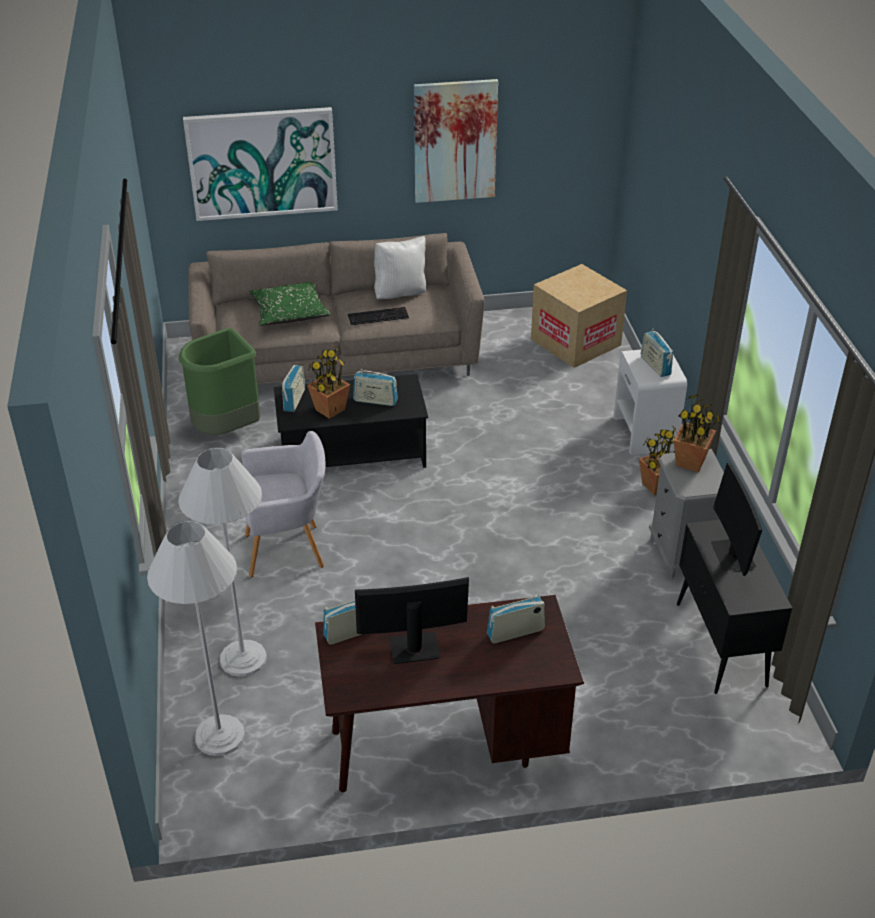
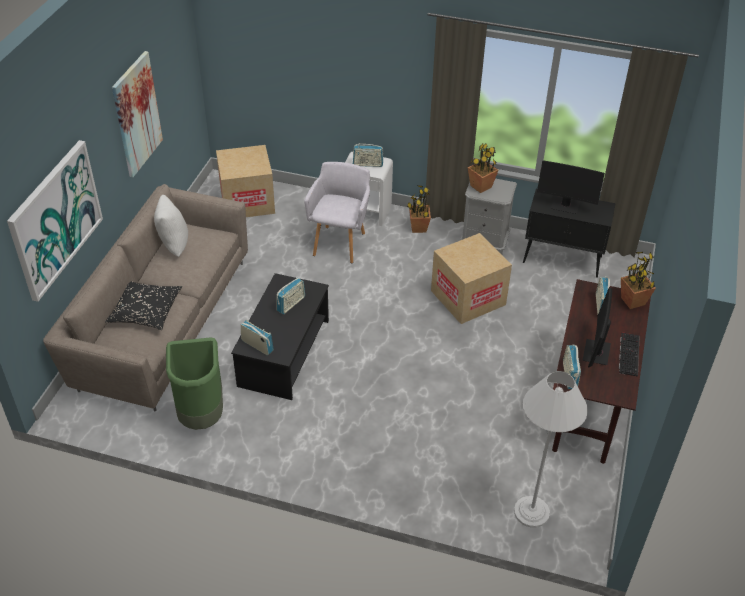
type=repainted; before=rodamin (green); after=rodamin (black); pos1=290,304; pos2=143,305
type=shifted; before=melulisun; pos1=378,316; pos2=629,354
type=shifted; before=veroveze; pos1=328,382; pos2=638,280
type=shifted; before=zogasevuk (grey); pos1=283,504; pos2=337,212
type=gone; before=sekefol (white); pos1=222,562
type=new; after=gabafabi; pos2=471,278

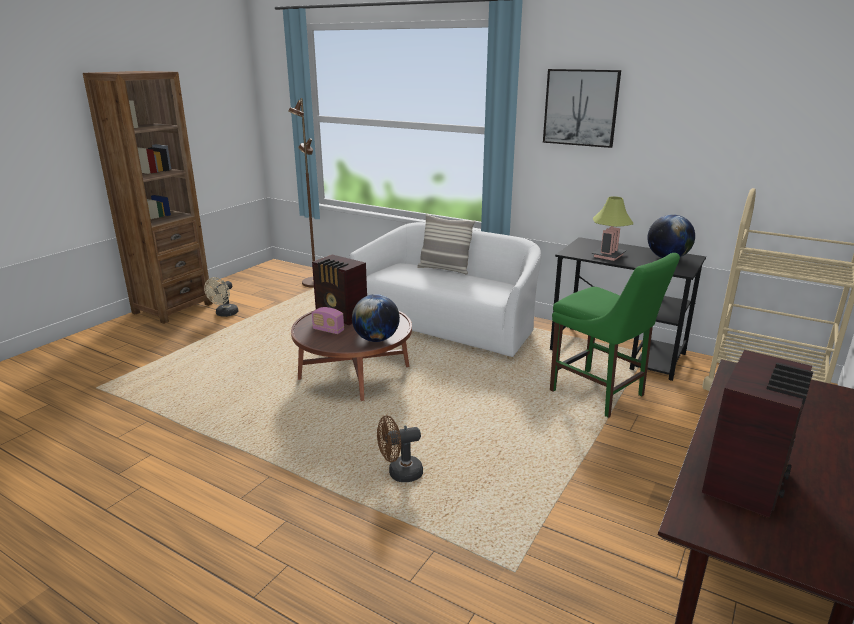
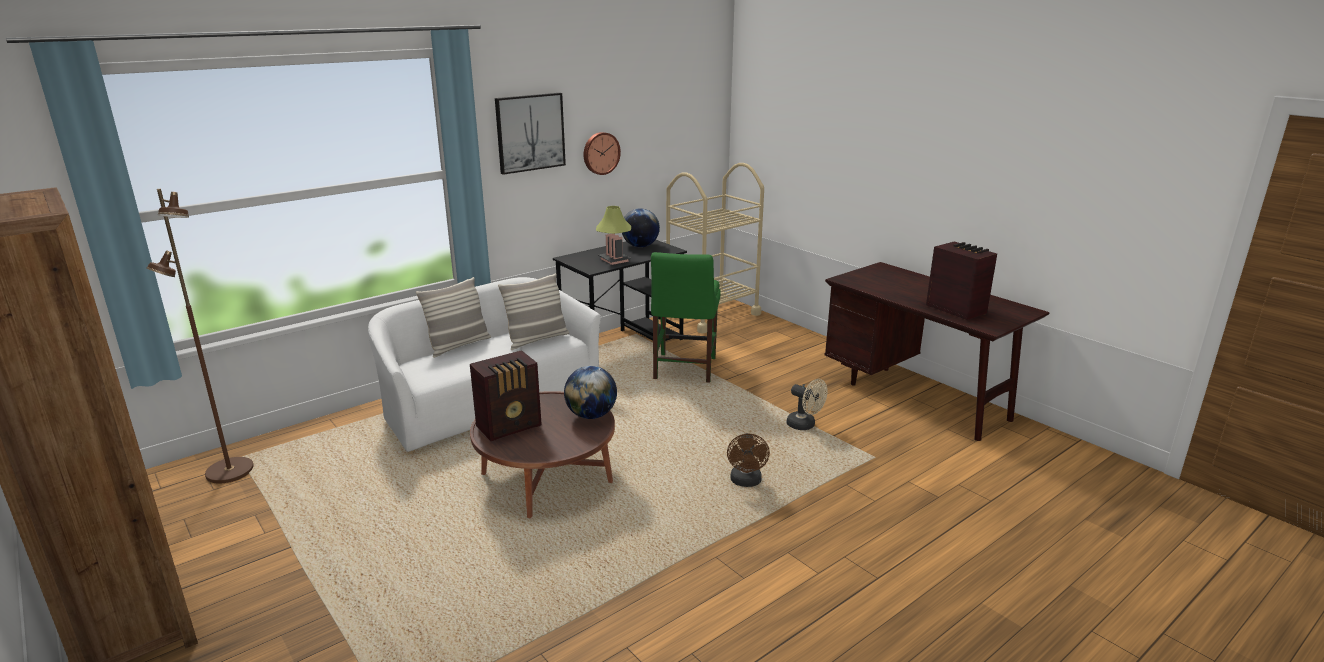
type=rotated; before=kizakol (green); pos1=615,335; pos2=686,317; turn=120
type=shifted; before=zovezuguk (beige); pos1=221,297; pos2=807,404
type=gone; before=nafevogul; pos1=328,320
type=new; after=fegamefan; pos2=602,153
type=new; after=rodamin; pos2=533,311

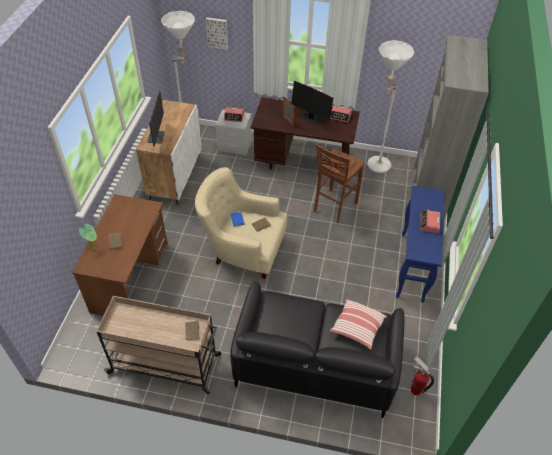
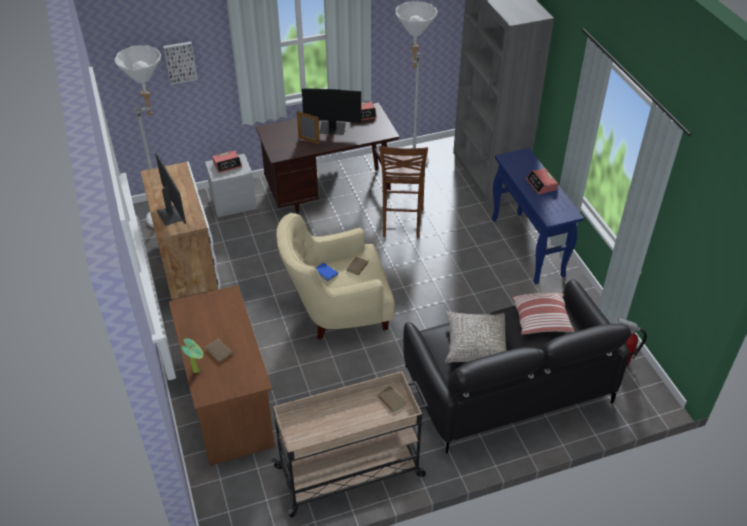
type=new; after=rodamin (grey); pos2=476,337

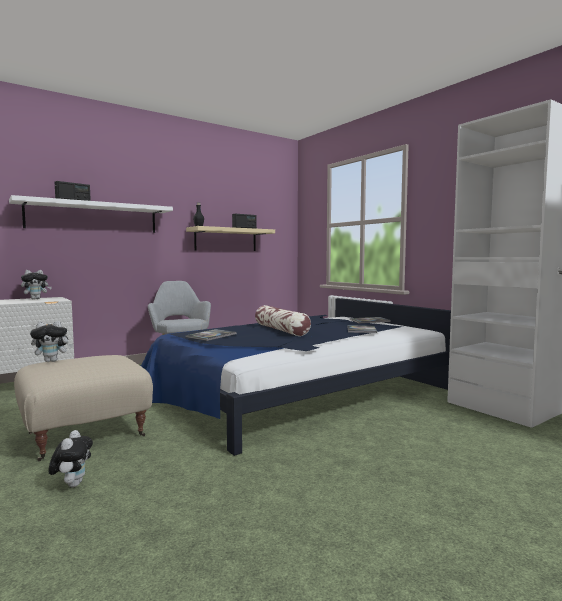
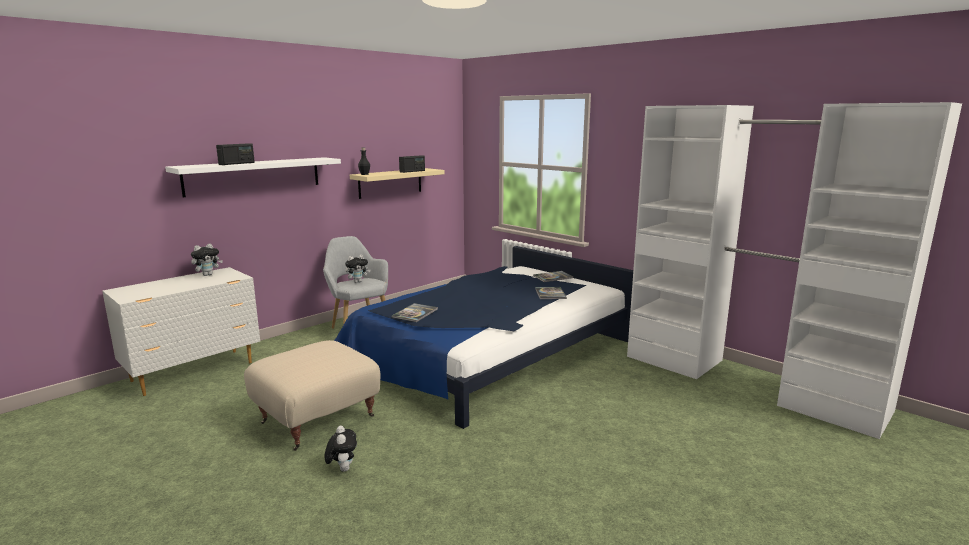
type=gone; before=rodamin; pos1=283,320
type=shifted; before=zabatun; pos1=51,341; pos2=357,269

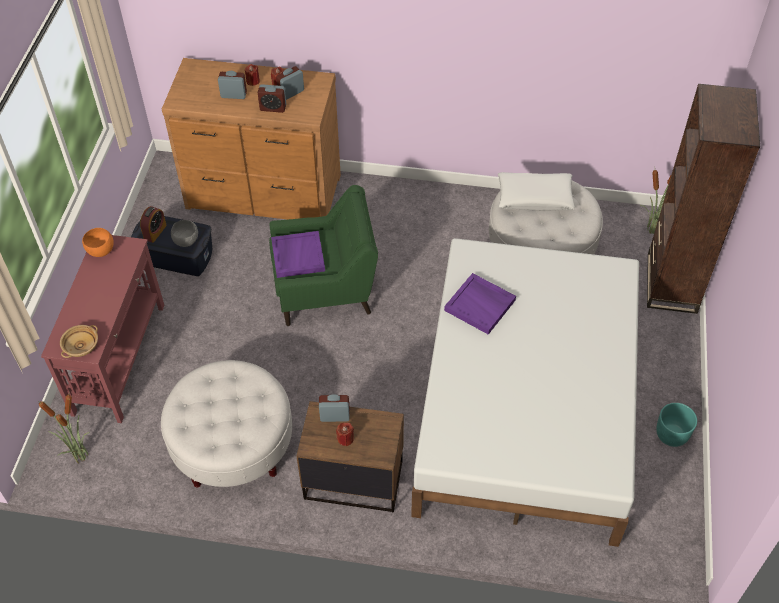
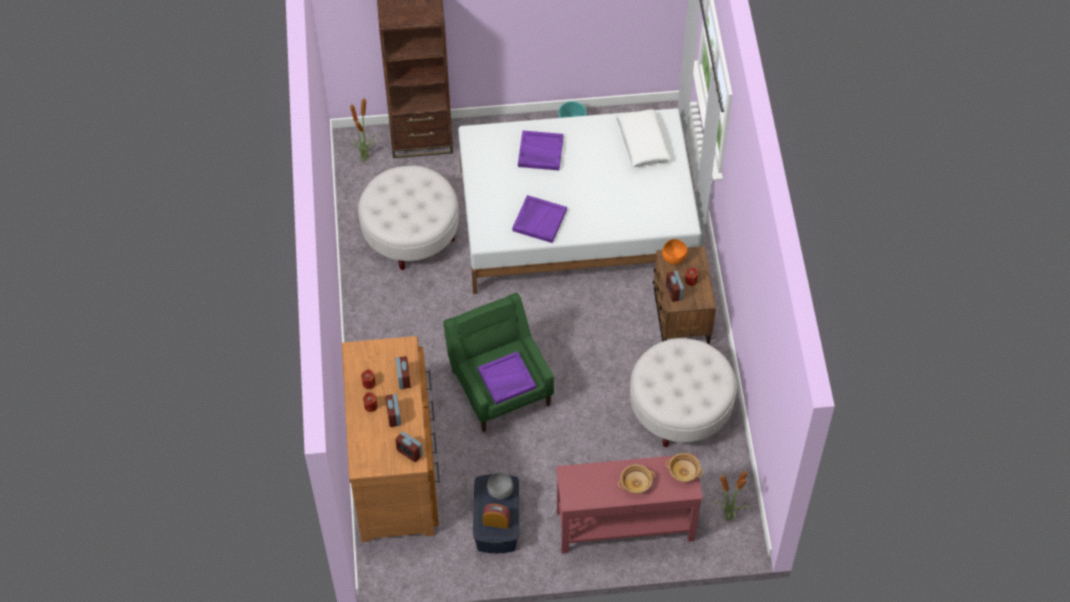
type=shifted; before=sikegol; pos1=290,83; pos2=409,447
type=shifted; before=rodamin (white); pos1=536,191; pos2=643,138
type=shifted; before=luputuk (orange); pos1=98,242; pos2=675,251
type=new; after=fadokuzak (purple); pos2=541,150
type=new; after=luputuk (beige); pos2=636,479

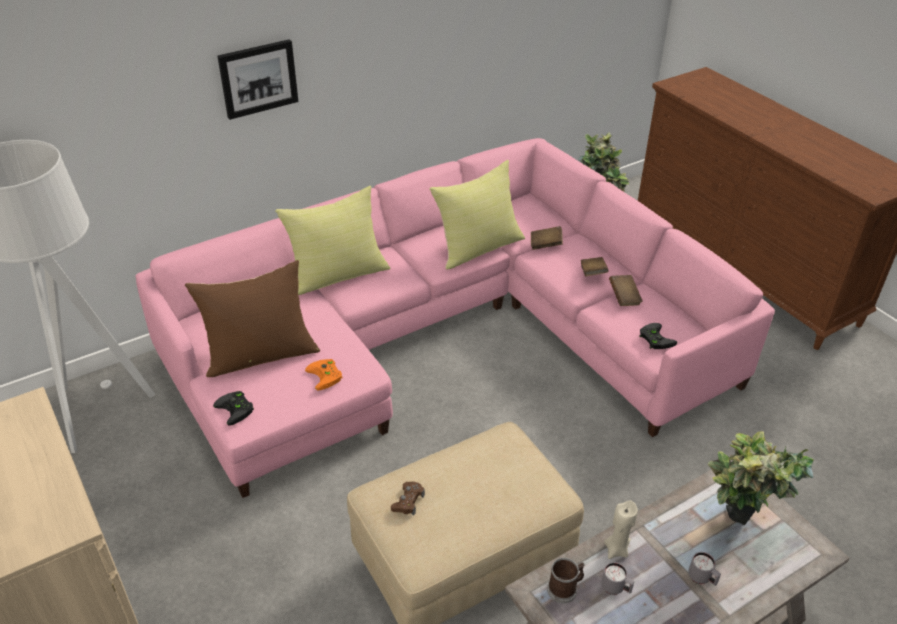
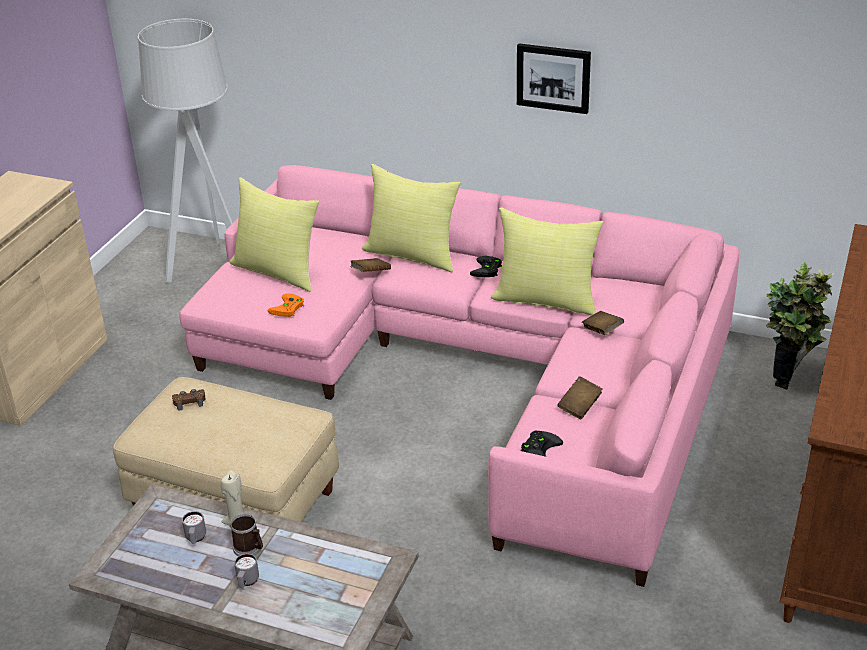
type=shifted; before=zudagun; pos1=257,79; pos2=554,78
type=shifted; before=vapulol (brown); pos1=594,266; pos2=370,265
type=repainted; before=rodamin (brown); after=rodamin (yellow); pos1=252,318; pos2=274,234
type=shifted; before=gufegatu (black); pos1=233,408; pos2=486,266
type=gone; before=veroveze; pos1=761,478
type=shifted; before=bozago; pos1=566,580; pos2=246,535

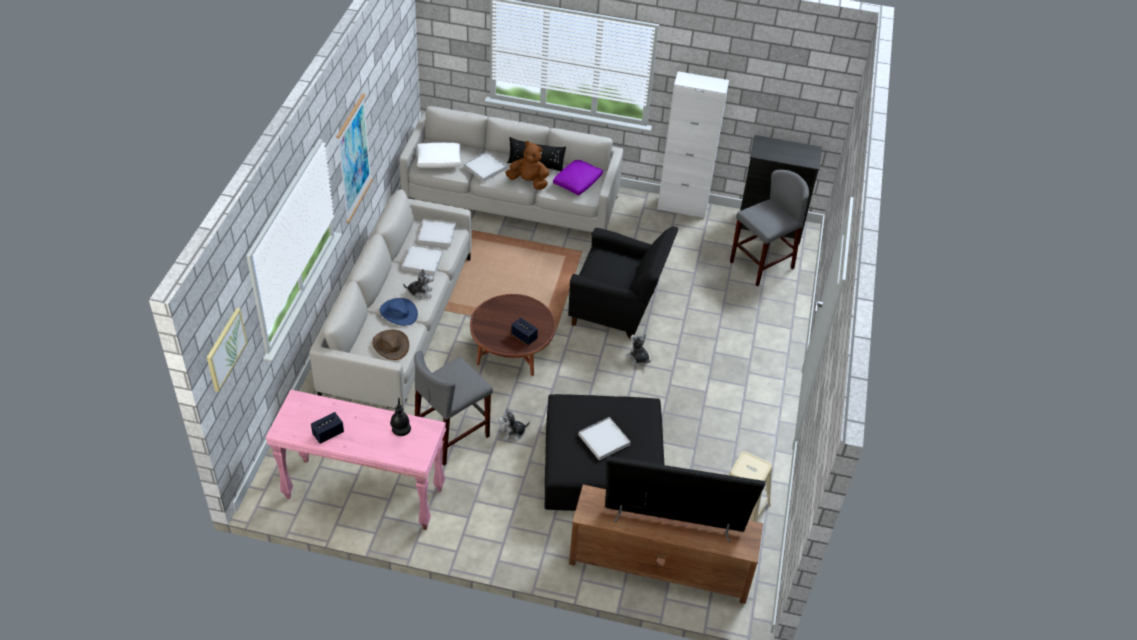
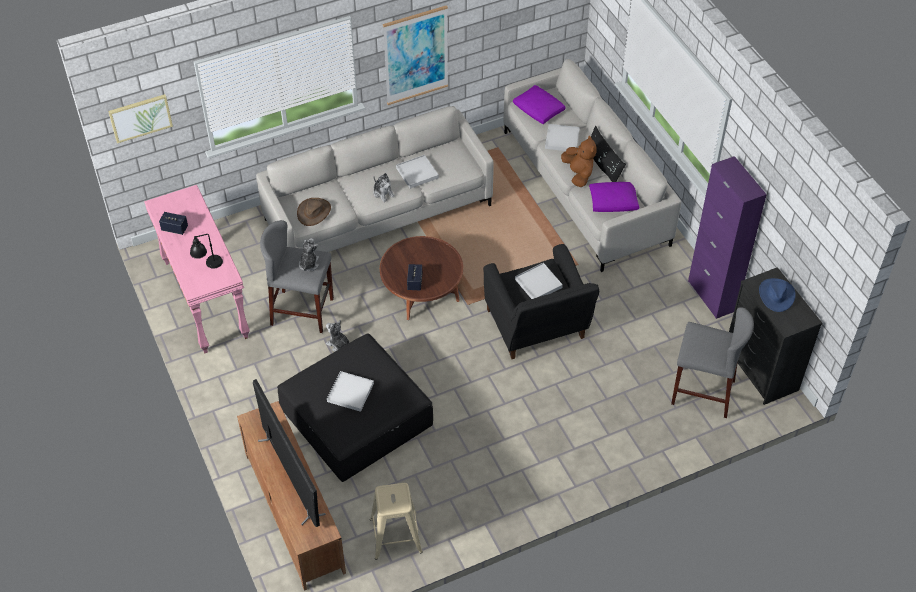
type=repainted; before=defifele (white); after=defifele (purple); pos1=693,145; pos2=727,237
type=repainted; before=rodamin (white); after=rodamin (purple); pos1=439,155; pos2=539,104
type=shifted; before=fadokuzak (white); pos1=437,233; pos2=539,281
type=shifted; before=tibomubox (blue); pos1=399,312; pos2=777,295
type=shifted; before=zabatun; pos1=638,350; pos2=309,254

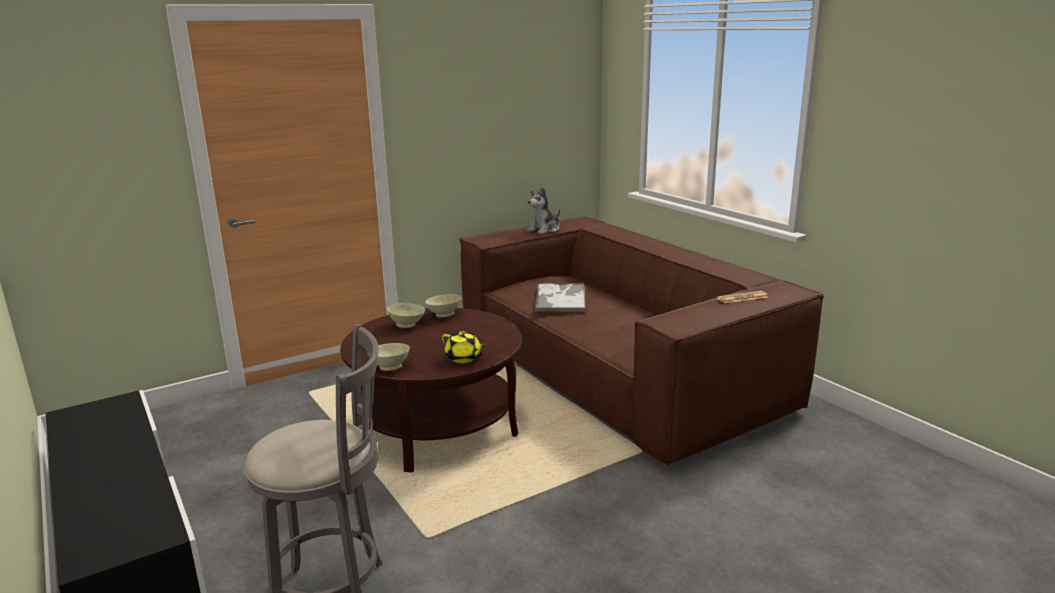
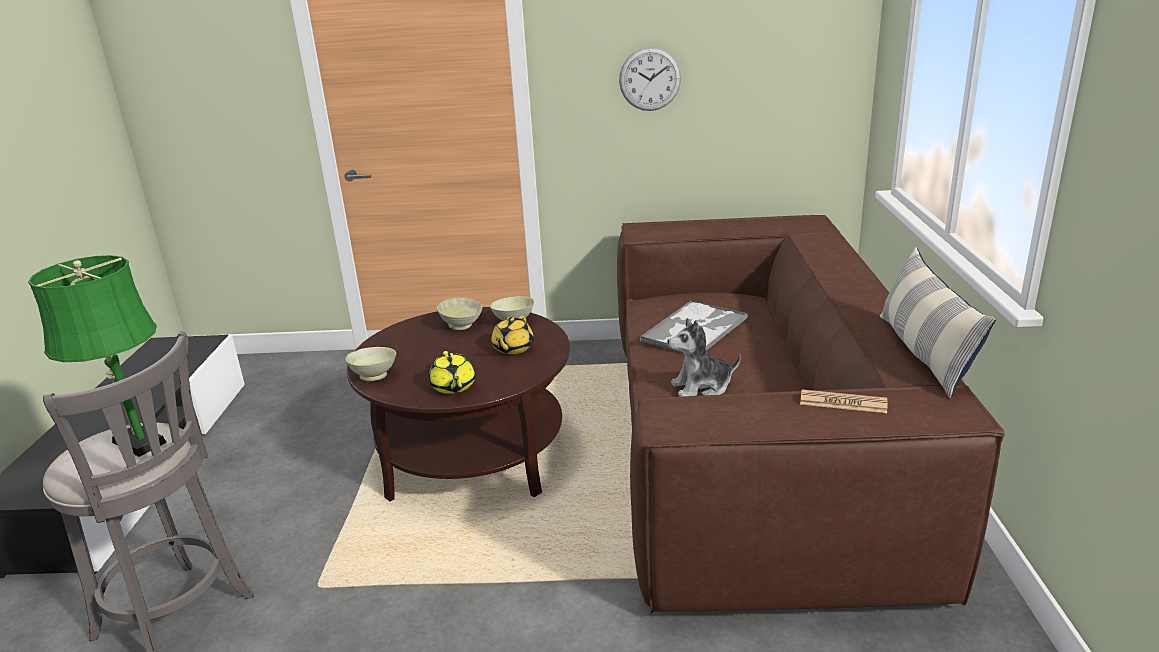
type=shifted; before=zabatun; pos1=543,210; pos2=704,357
type=new; after=fegamefan; pos2=650,79
type=new; after=rodamin; pos2=938,322
type=new; after=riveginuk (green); pos2=97,356
type=new; after=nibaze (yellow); pos2=512,335

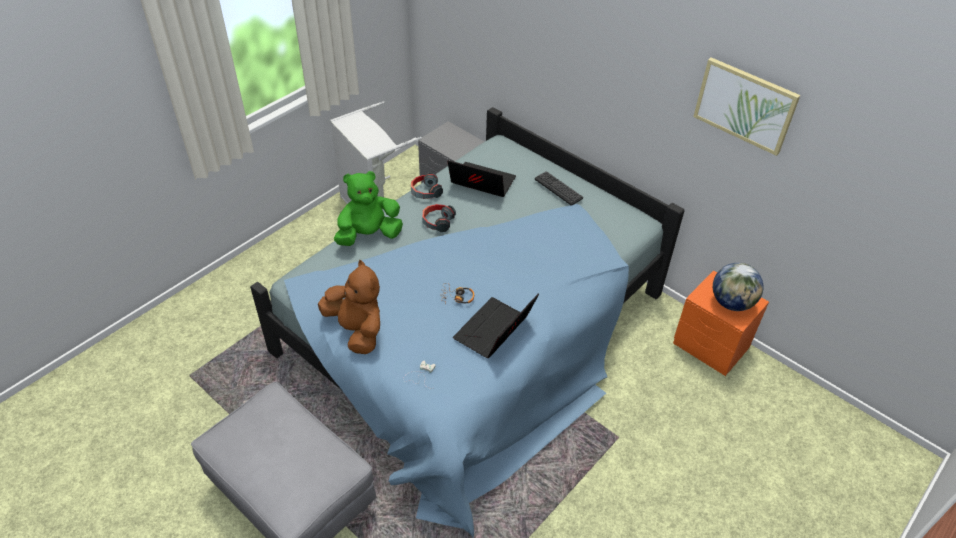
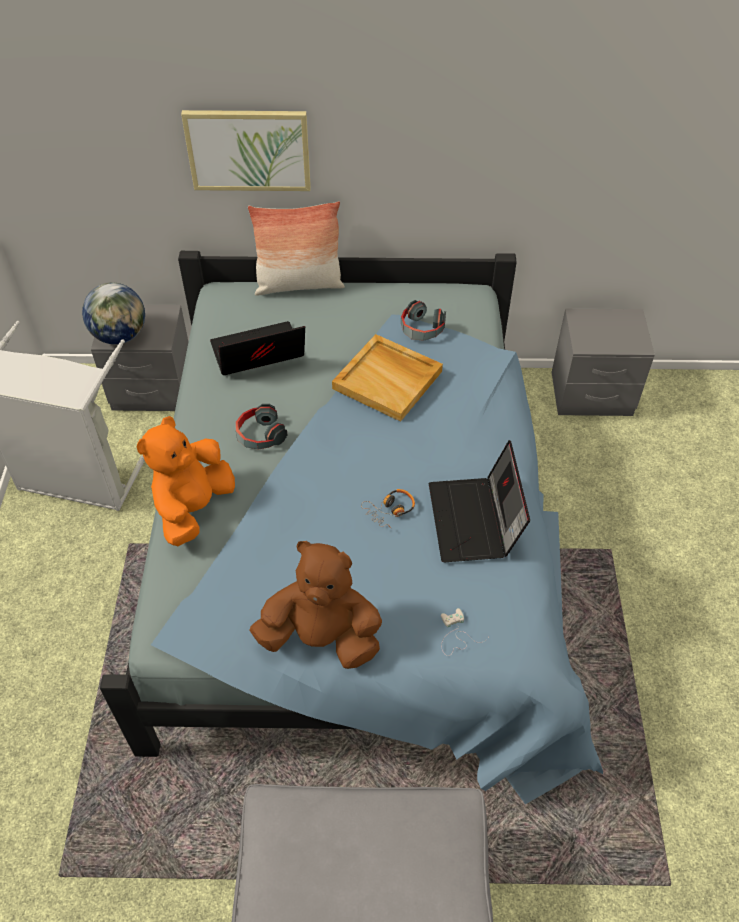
type=shifted; before=zudagun; pos1=746,106; pos2=246,150
type=repainted; before=zabatun (green); after=zabatun (orange); pos1=368,208; pos2=186,481
type=gone; before=melulisun; pos1=559,188
type=shifted; before=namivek; pos1=427,186; pos2=423,320
type=shifted; before=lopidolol; pos1=738,287; pos2=113,313
type=repainted; before=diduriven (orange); after=diduriven (grey); pos1=721,323; pos2=603,362
type=new; after=rodamin; pos2=296,248
type=new; after=fadokuzak (beige); pos2=387,378

